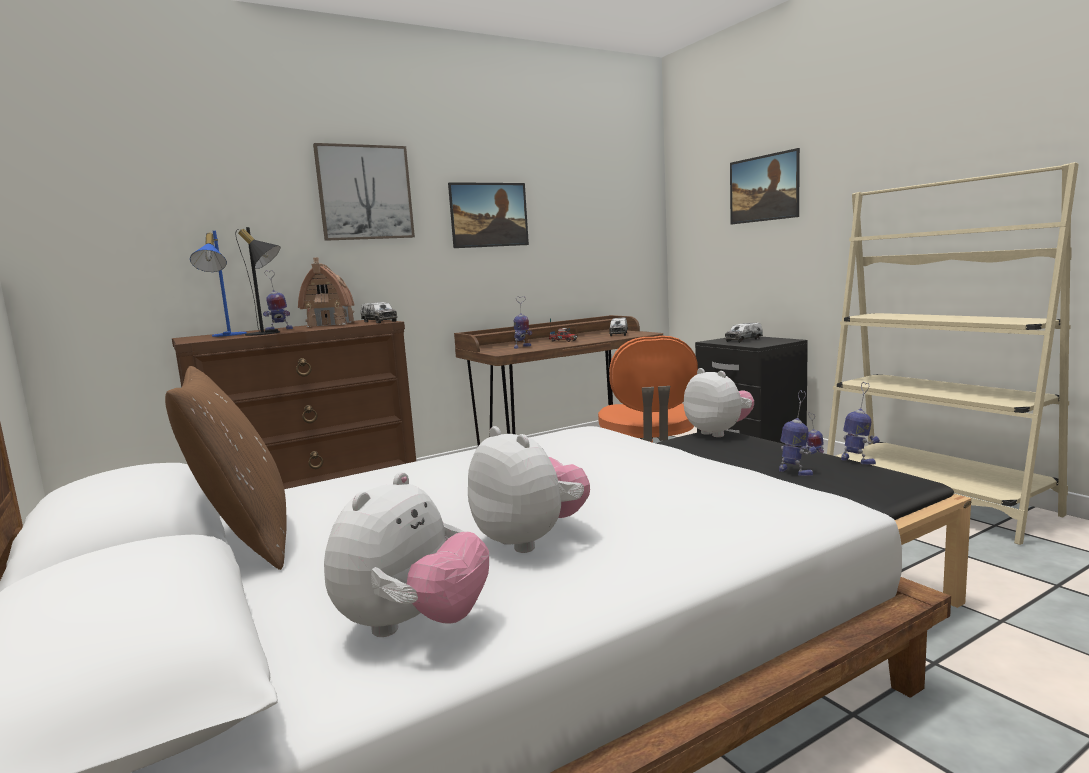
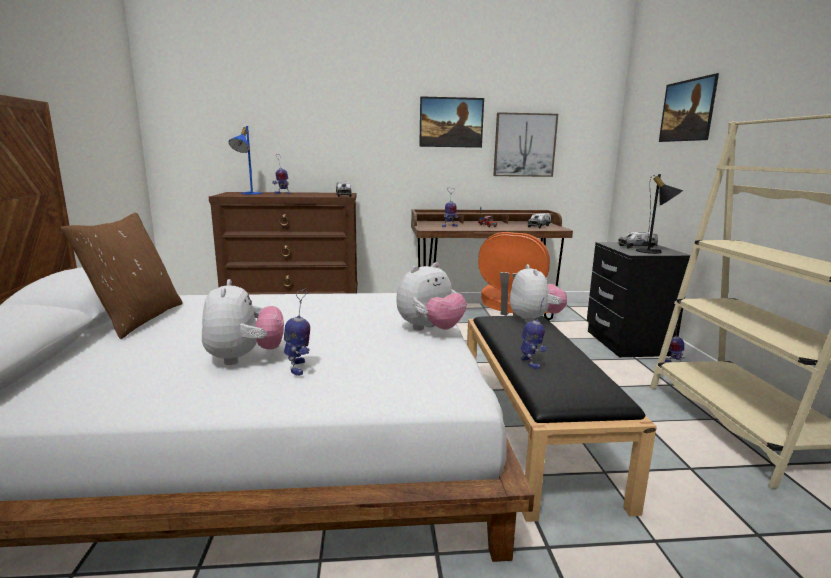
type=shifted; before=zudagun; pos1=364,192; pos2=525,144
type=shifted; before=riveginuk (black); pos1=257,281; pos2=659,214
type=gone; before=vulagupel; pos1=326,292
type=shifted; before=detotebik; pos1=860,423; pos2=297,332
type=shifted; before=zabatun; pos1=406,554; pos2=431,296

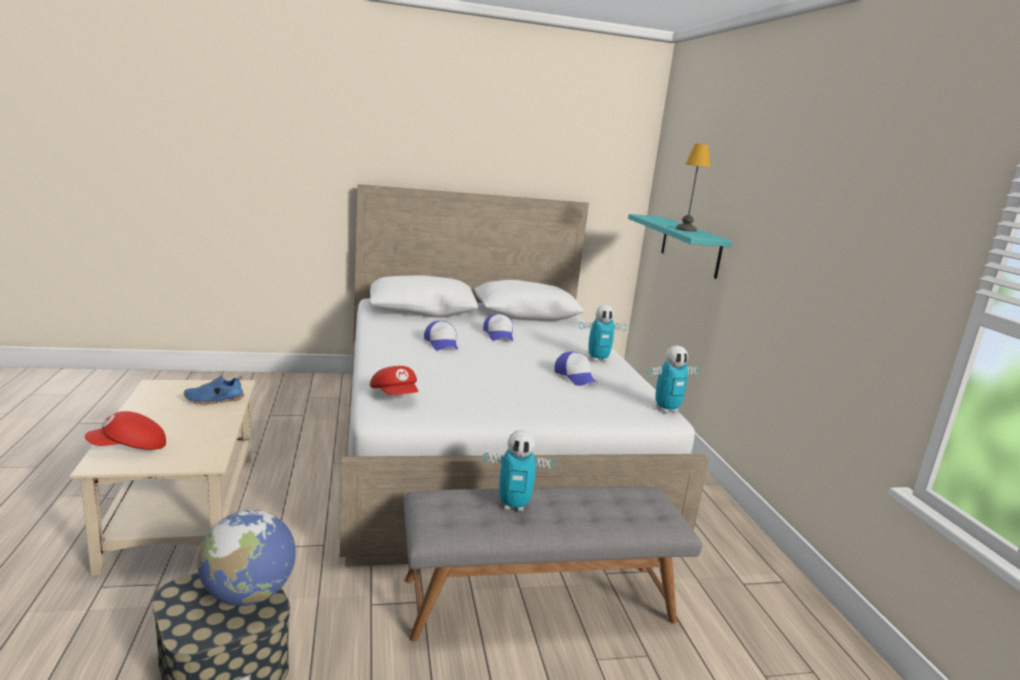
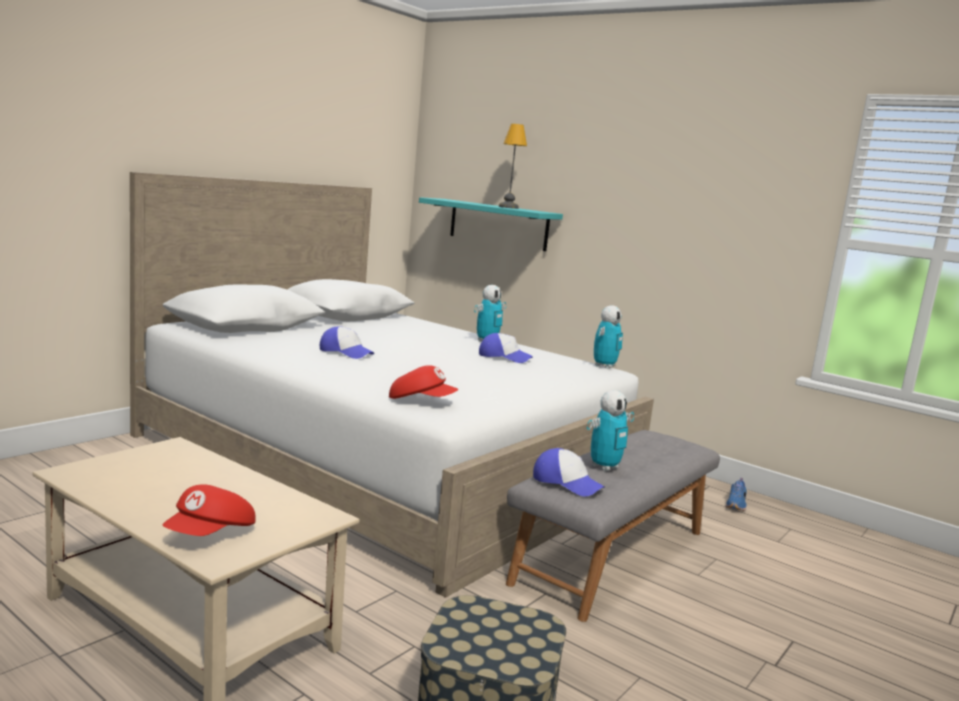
type=shifted; before=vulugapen; pos1=498,327; pos2=569,472
type=shifted; before=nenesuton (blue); pos1=214,390; pos2=736,494
type=gone; before=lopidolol; pos1=246,558

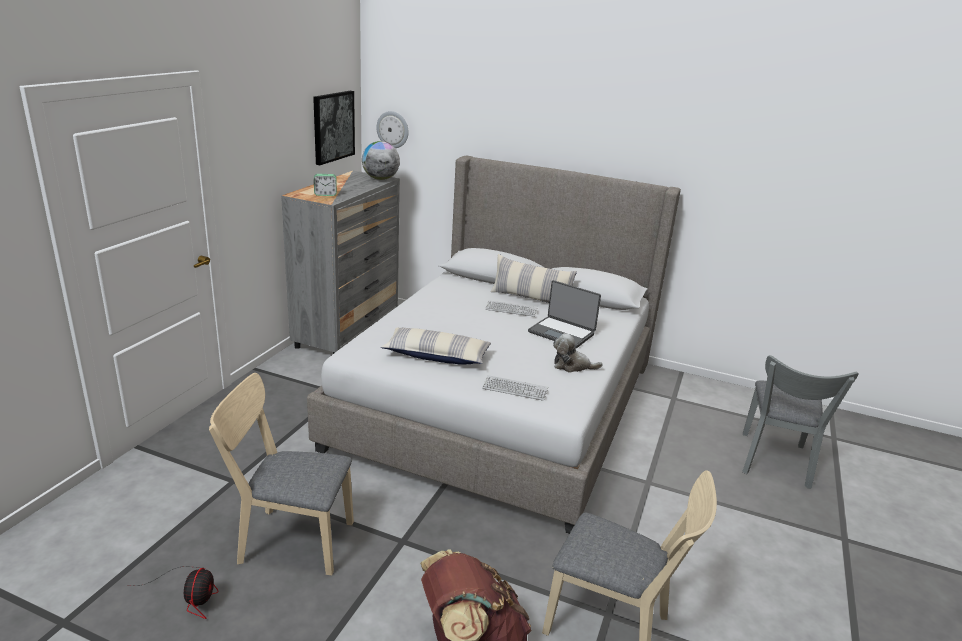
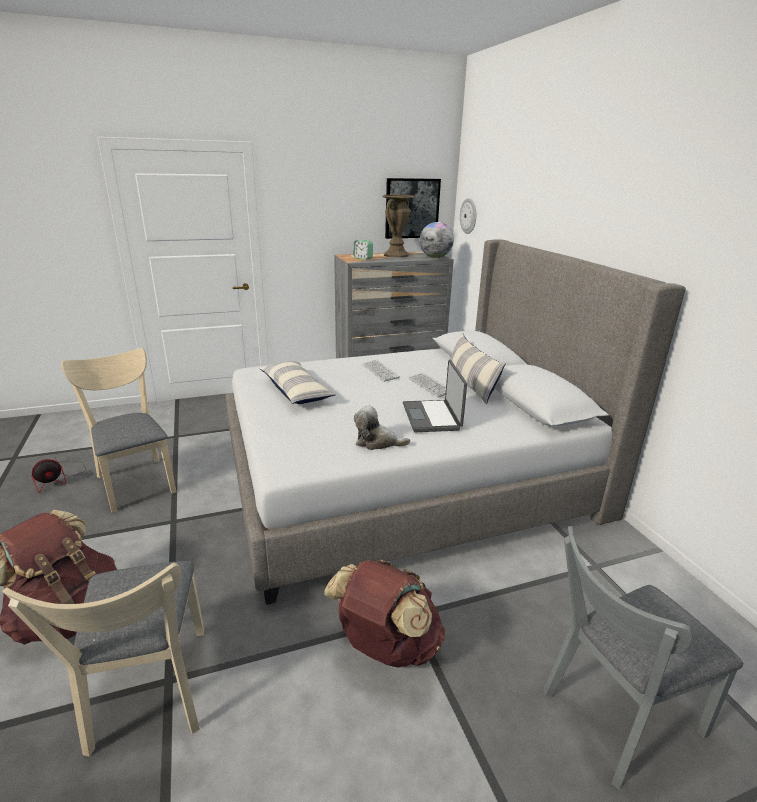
type=rotated; before=zabatun; pos1=578,353; pos2=382,427; turn=-45
type=shifted; before=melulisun; pos1=515,388; pos2=381,371
type=new; after=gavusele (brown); pos2=398,226
type=new; after=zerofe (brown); pos2=384,614

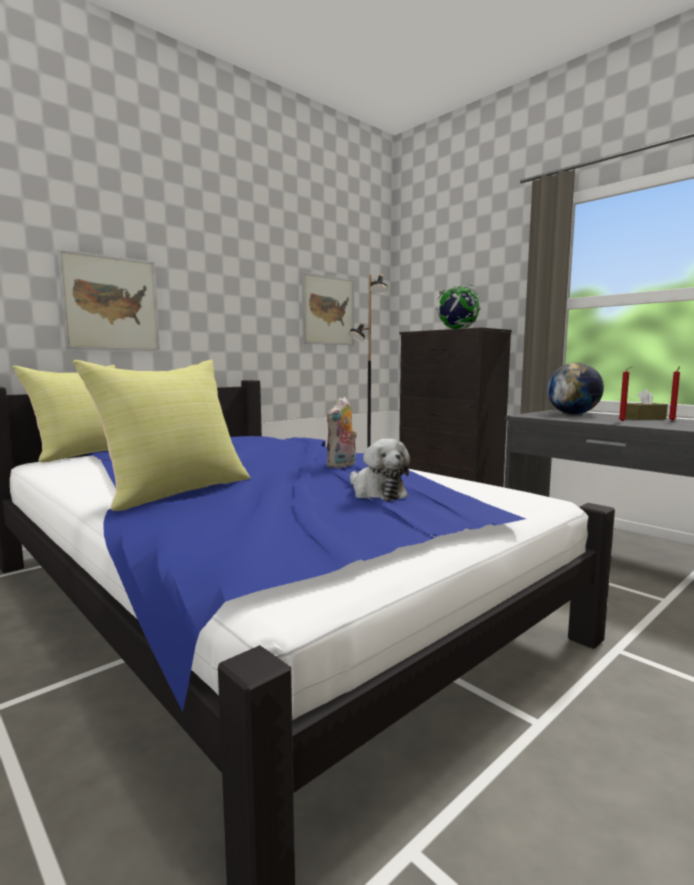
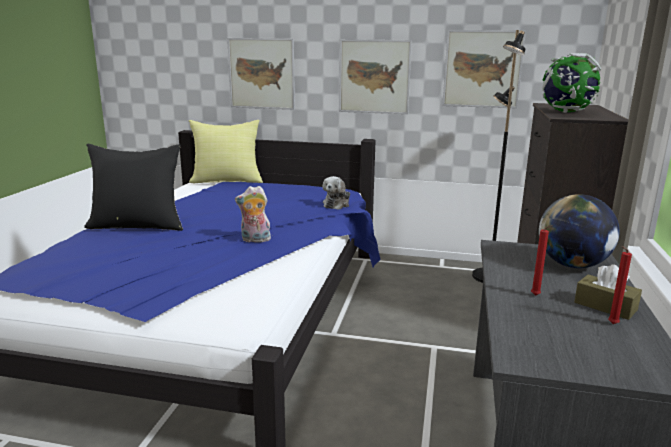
type=repainted; before=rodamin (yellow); after=rodamin (black); pos1=161,435; pos2=133,187
type=shifted; before=zabatun; pos1=380,470; pos2=336,193
type=new; after=zudagun; pos2=375,76

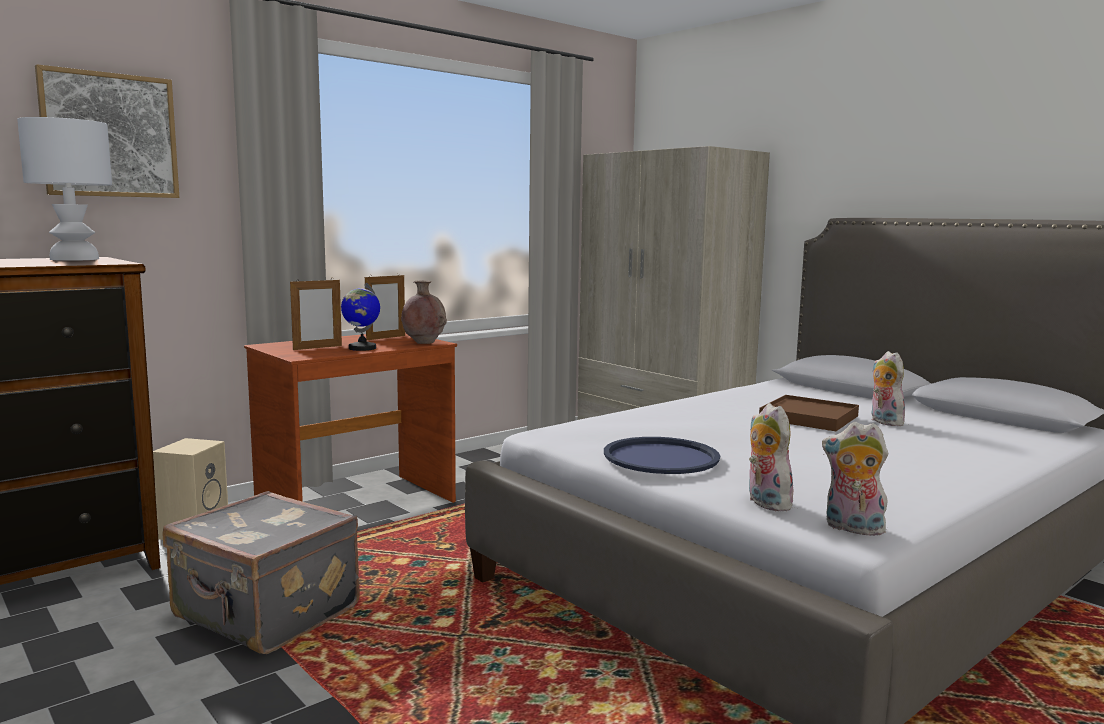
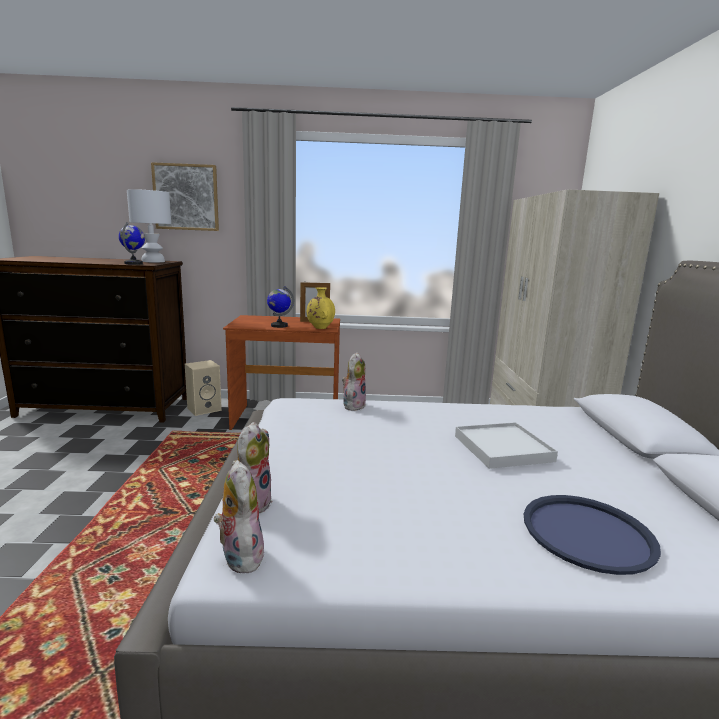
type=gone; before=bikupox; pos1=316,314
type=repainted; before=gavusele (brown); after=gavusele (yellow); pos1=424,312; pos2=321,308
type=shifted; before=zabatun; pos1=888,388; pos2=354,381
type=repainted; before=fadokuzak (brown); after=fadokuzak (white); pos1=809,413; pos2=506,445
type=shifted; before=fadokuzak (blue); pos1=662,455; pos2=592,535
type=gone; before=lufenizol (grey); pos1=261,572
type=new; after=lopidolol; pos2=132,243

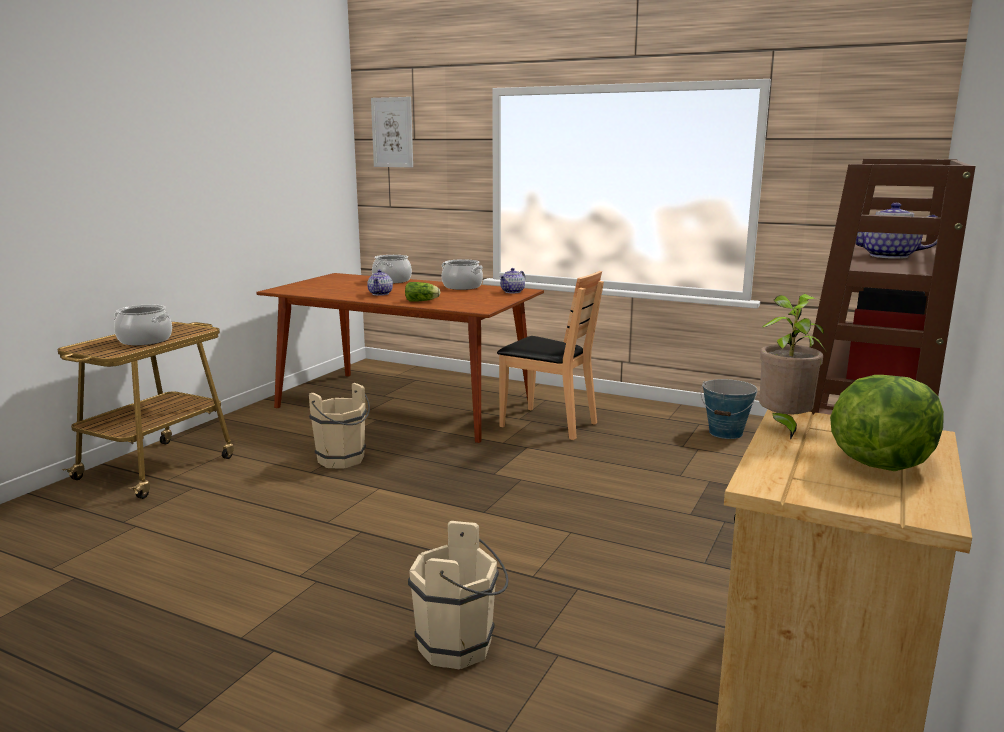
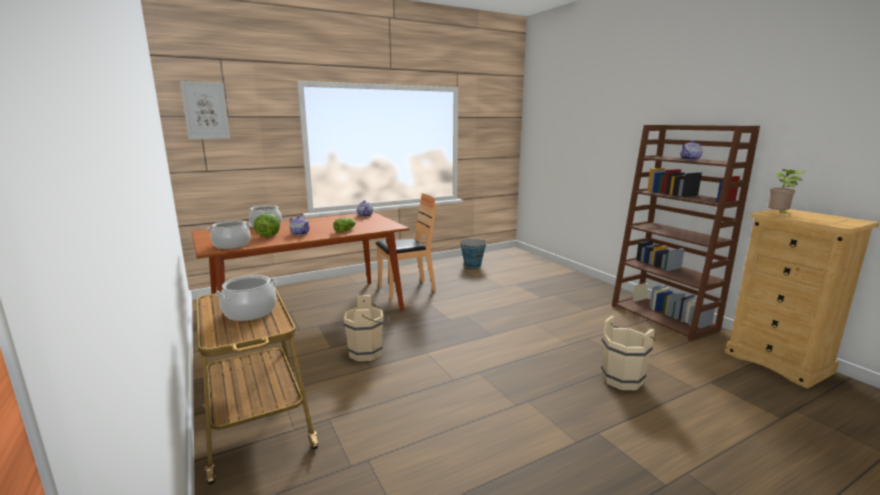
type=shifted; before=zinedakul; pos1=462,274; pos2=229,234
type=shifted; before=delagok; pos1=887,423; pos2=267,225

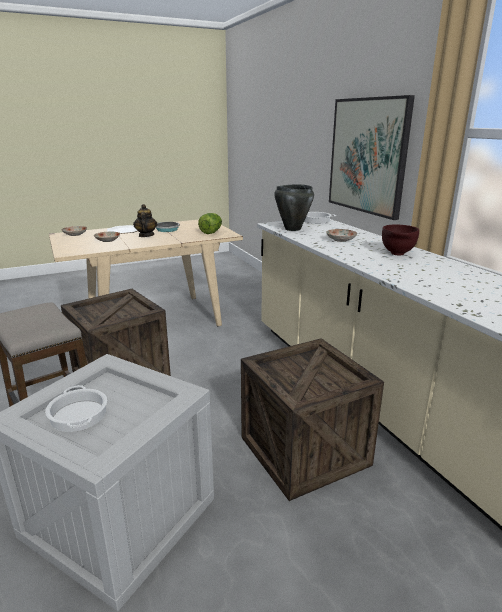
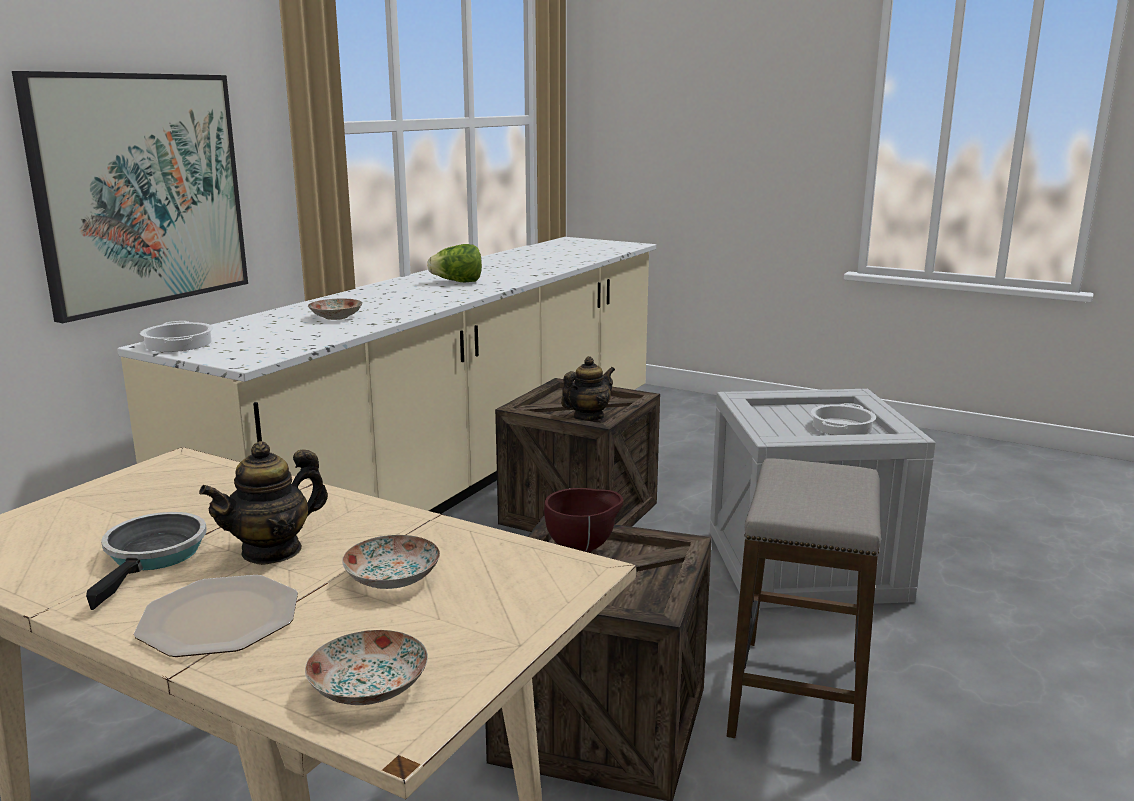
type=gone; before=zinedakul (black); pos1=294,207
type=shifted; before=delagok; pos1=210,223; pos2=454,263
type=shifted; before=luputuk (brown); pos1=400,240; pos2=583,520
type=new; after=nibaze; pos2=588,388

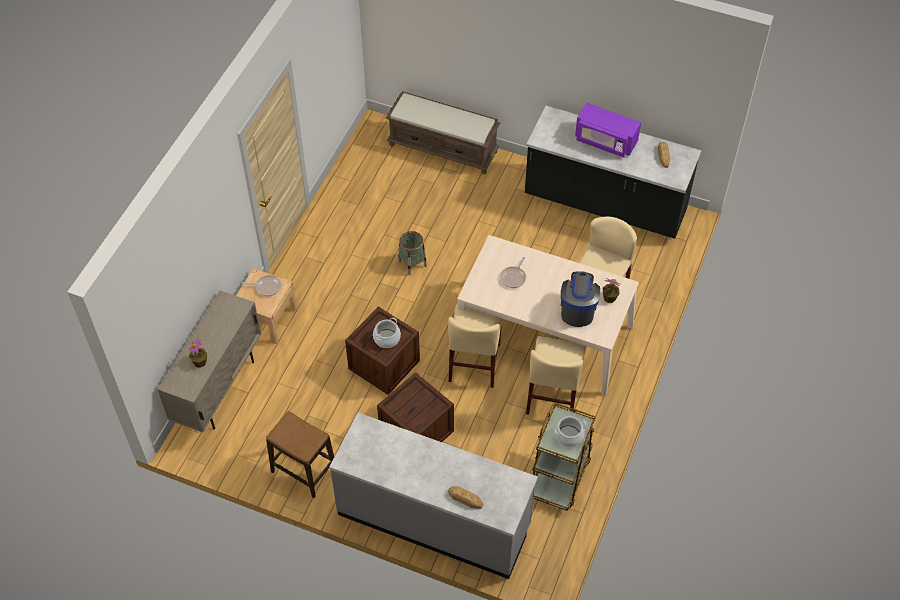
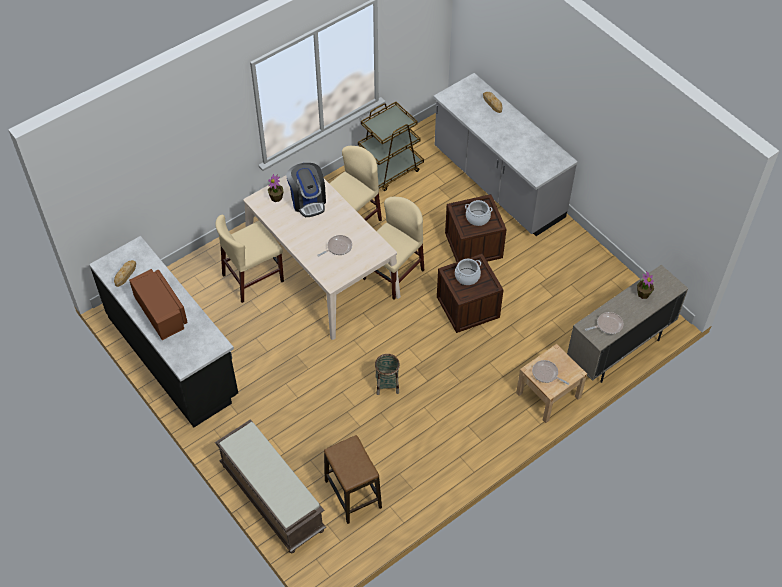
type=repainted; before=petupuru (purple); after=petupuru (brown); pos1=608,130; pos2=158,304
type=rotated; before=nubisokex; pos1=580,299; pos2=306,190; turn=-60
type=shifted; before=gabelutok; pos1=300,454; pos2=353,479
type=shifted; before=zinedakul; pos1=570,431; pos2=479,213
type=new; after=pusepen; pos2=604,323

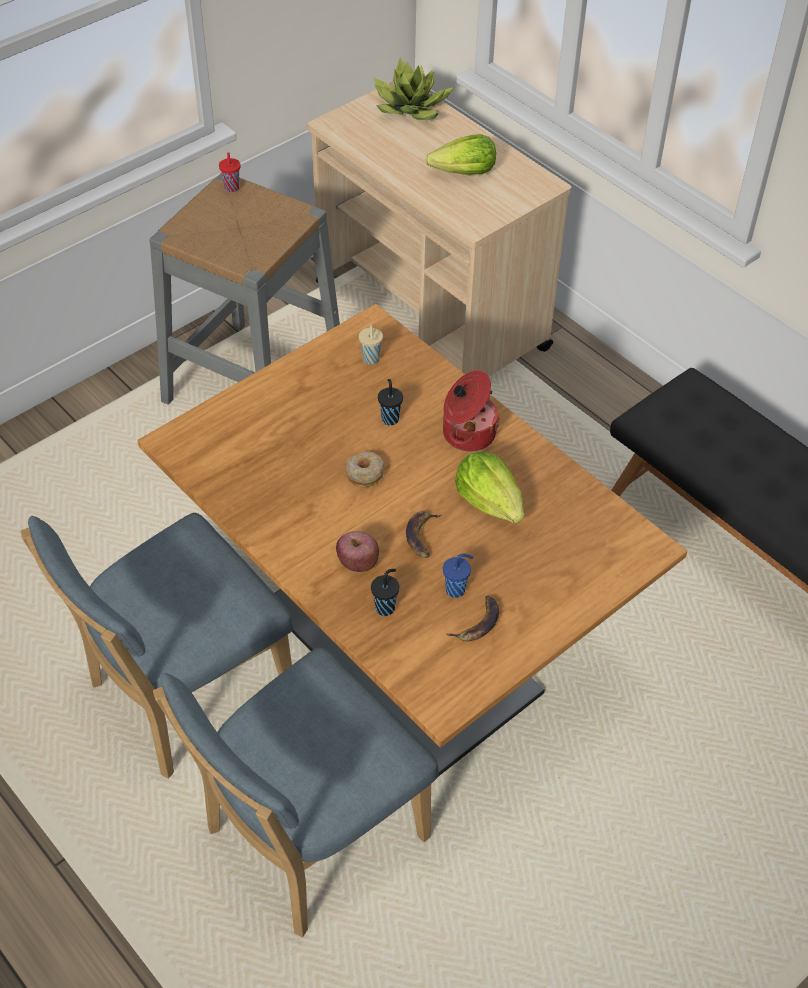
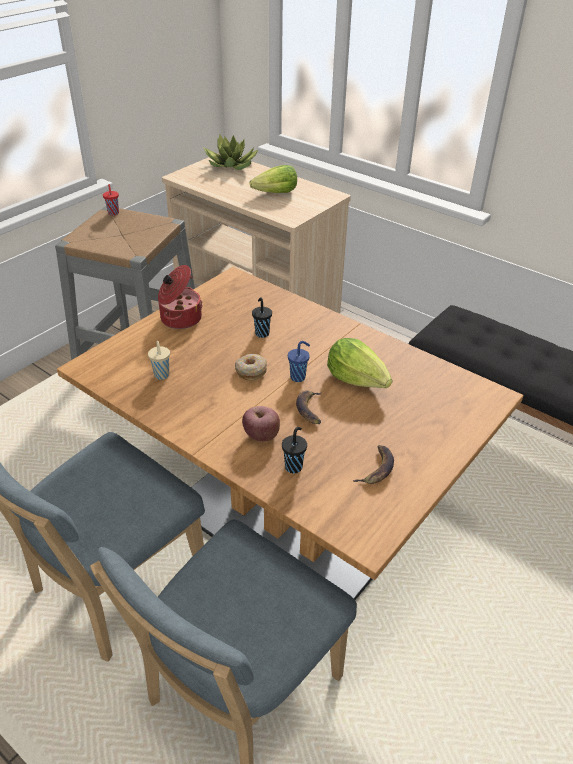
type=shifted; before=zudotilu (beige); pos1=371,344; pos2=159,360
type=shifted; before=zinedakul; pos1=471,410; pos2=180,297
type=shifted; before=zudotilu (blue); pos1=458,575; pos2=299,361

